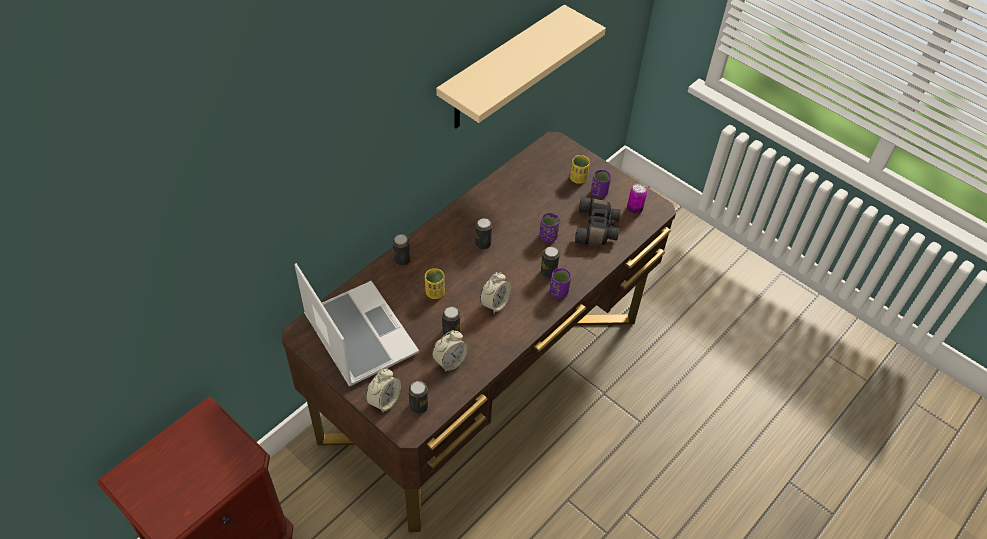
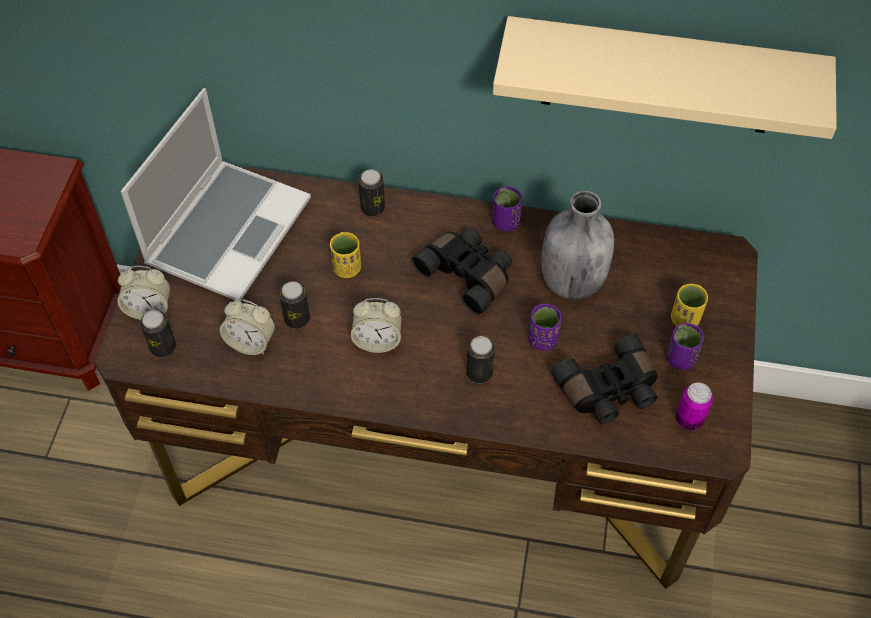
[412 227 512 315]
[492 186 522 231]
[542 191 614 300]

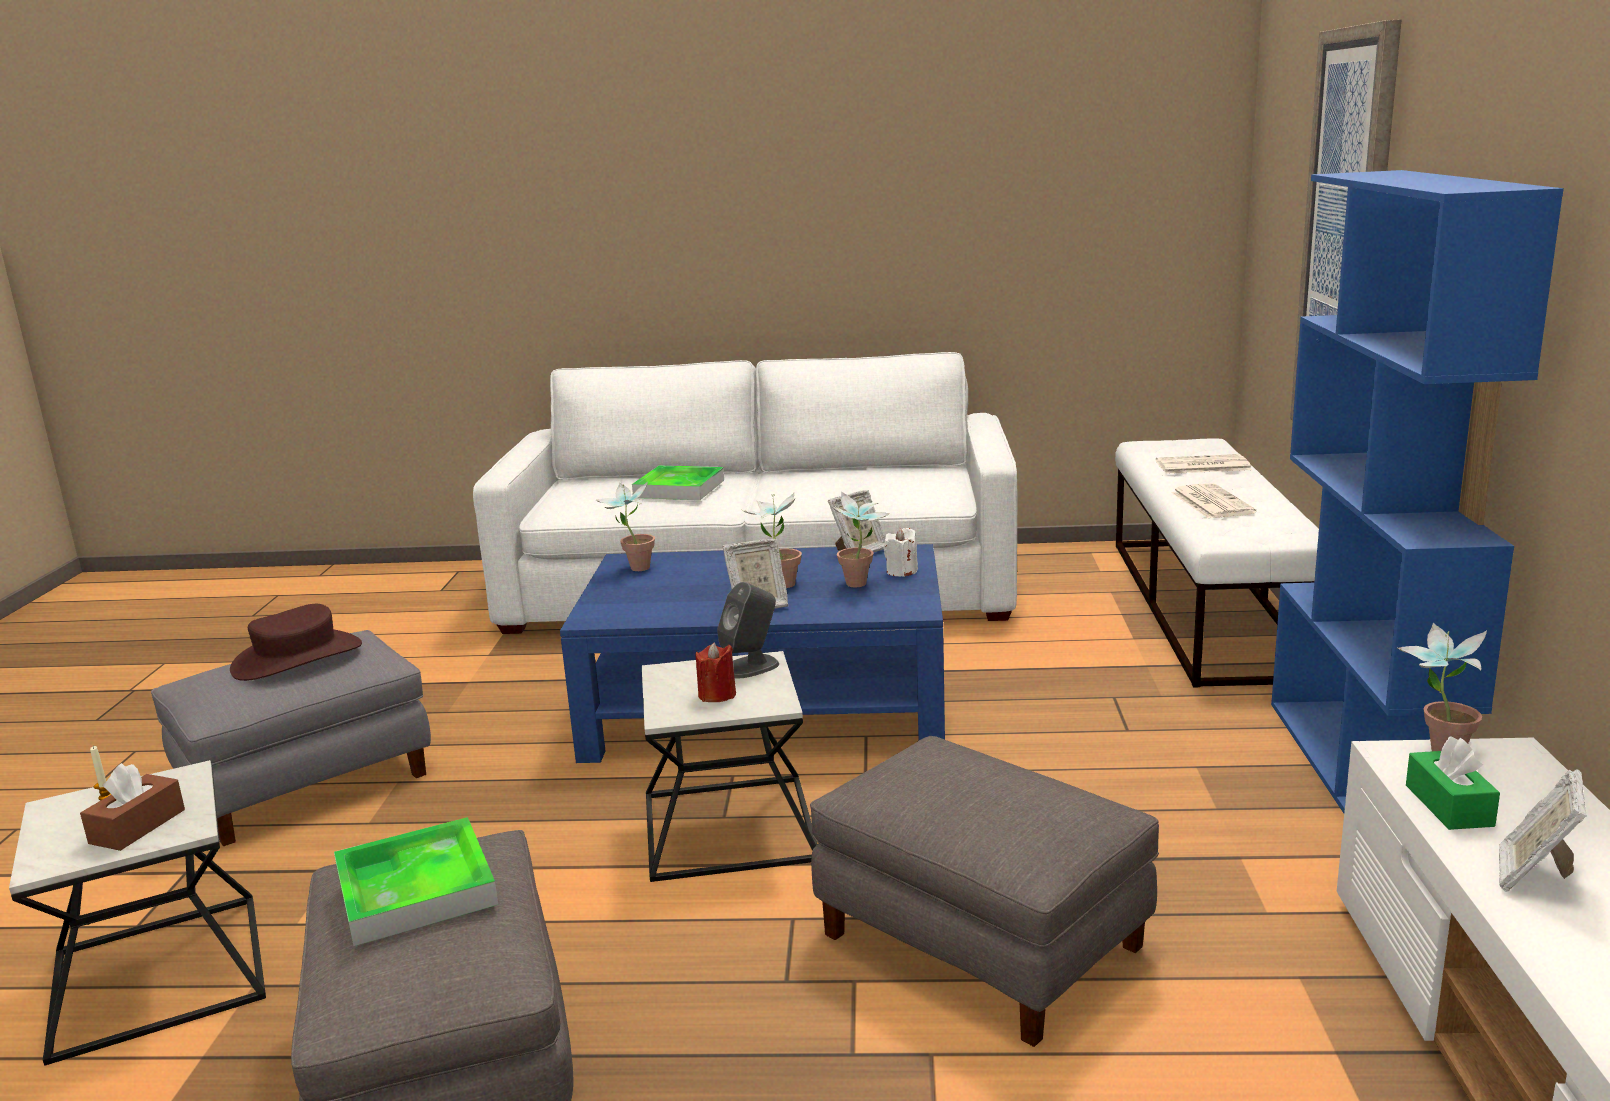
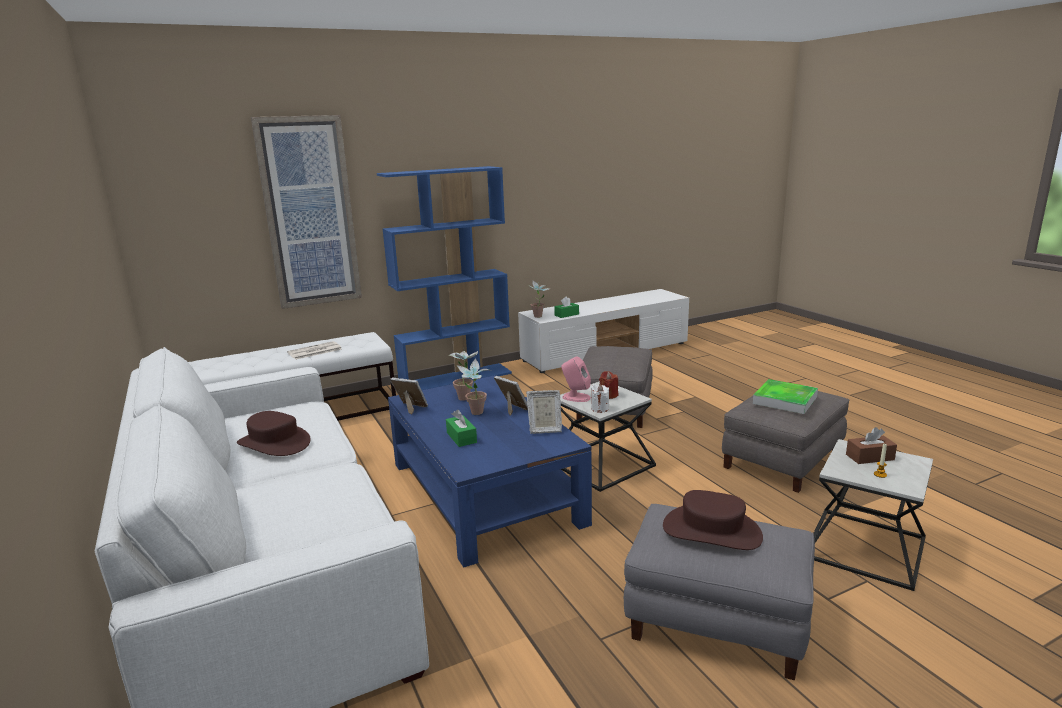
[595 481 655 571] (first image)
[632 465 724 500] (first image)
[561 356 591 402]
[591 384 609 413]
[1156 454 1252 474] (first image)
[526 390 562 434]
[237 411 311 456]
[446 409 477 447]

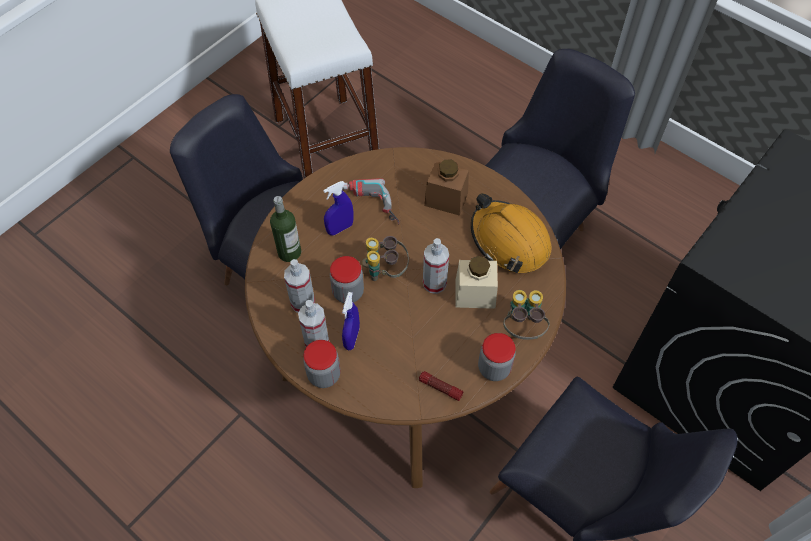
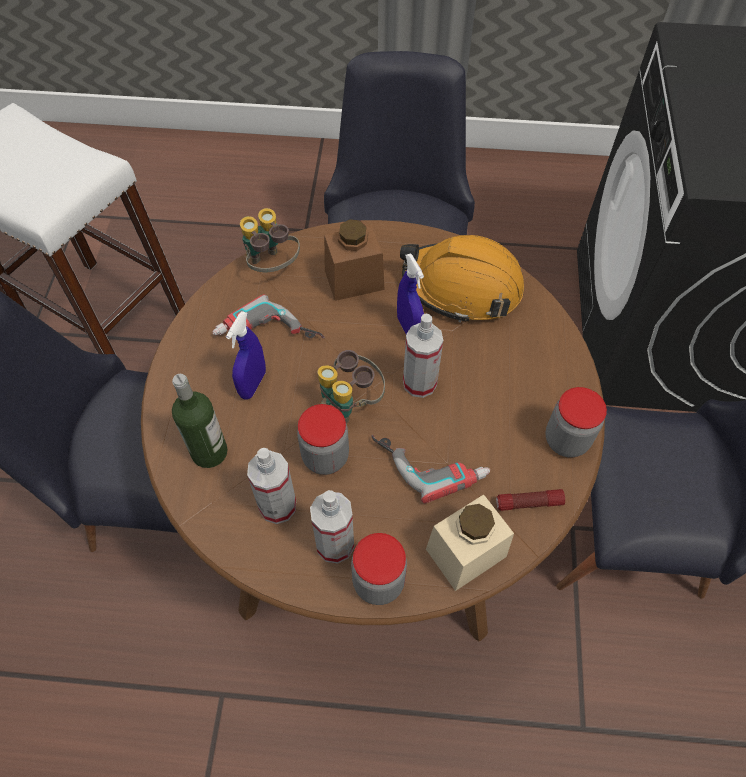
[397 253 424 334]
[426 494 514 591]
[240 208 300 272]
[371 435 490 504]

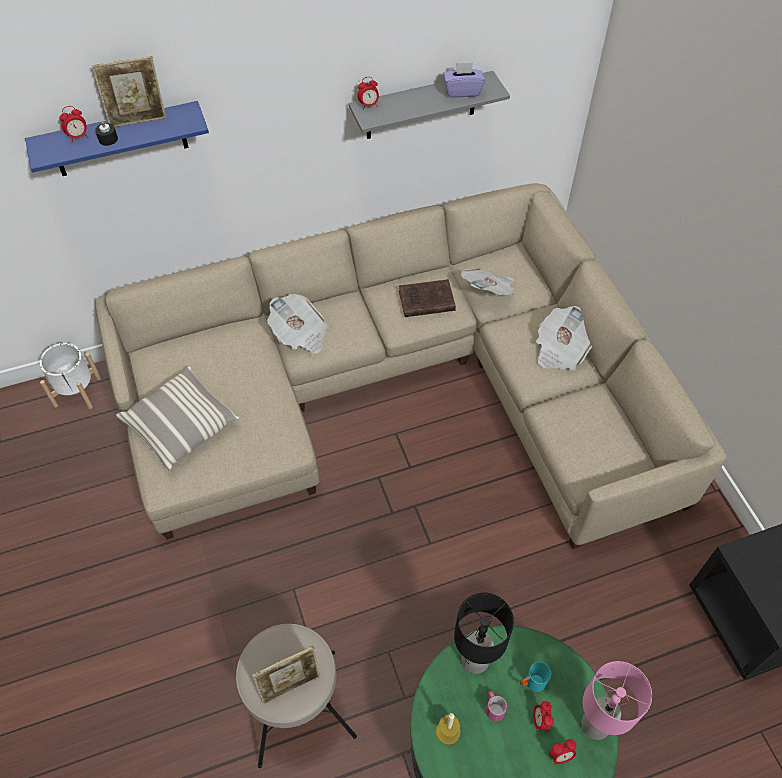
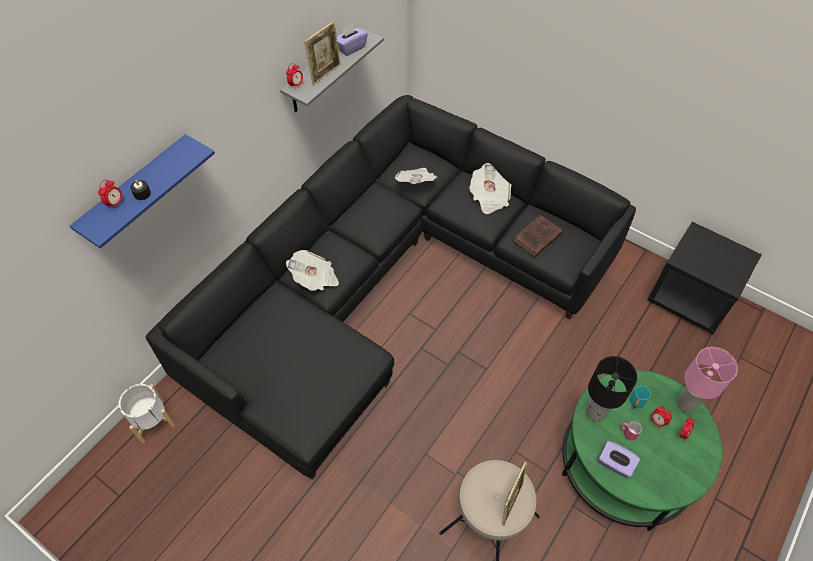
[304 21 341 85]
[146 95 636 480]
[116 366 239 471] (first image)
[514 215 563 257]
[599 441 640 478]

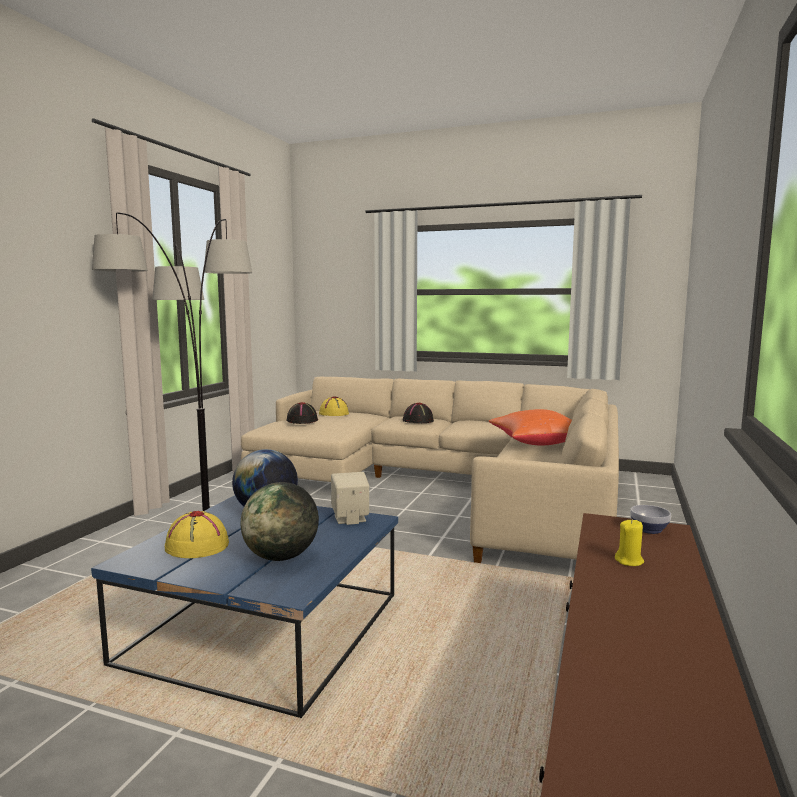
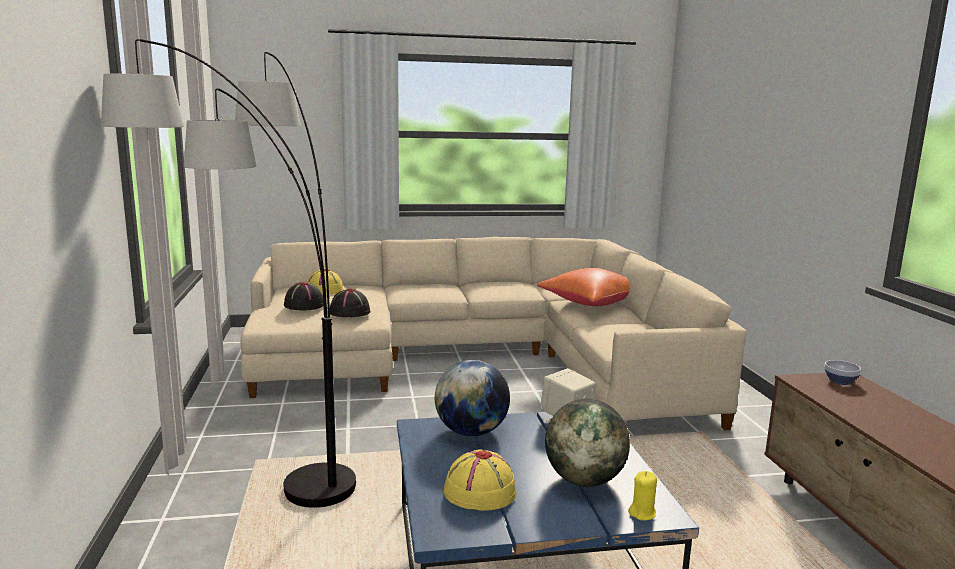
[330 289 370 317]
[628 471 657 520]

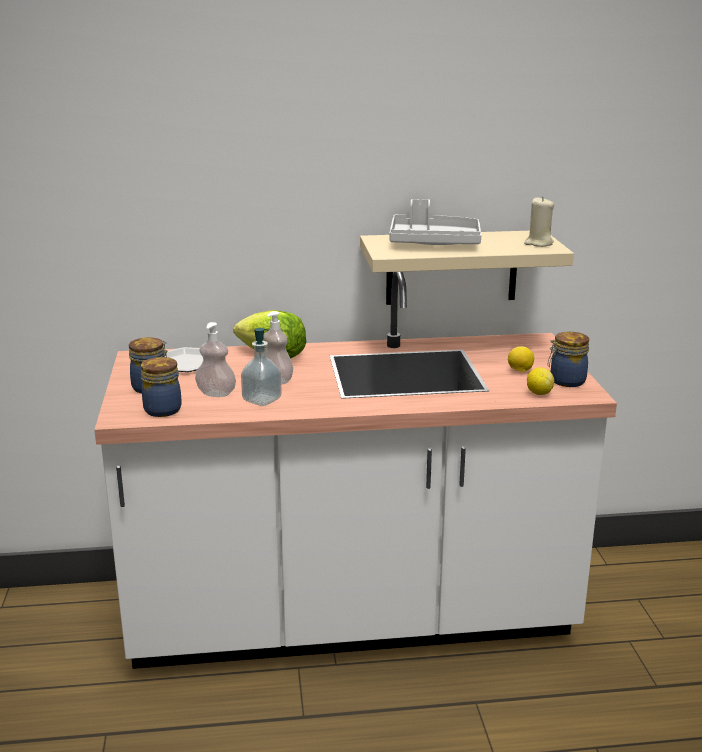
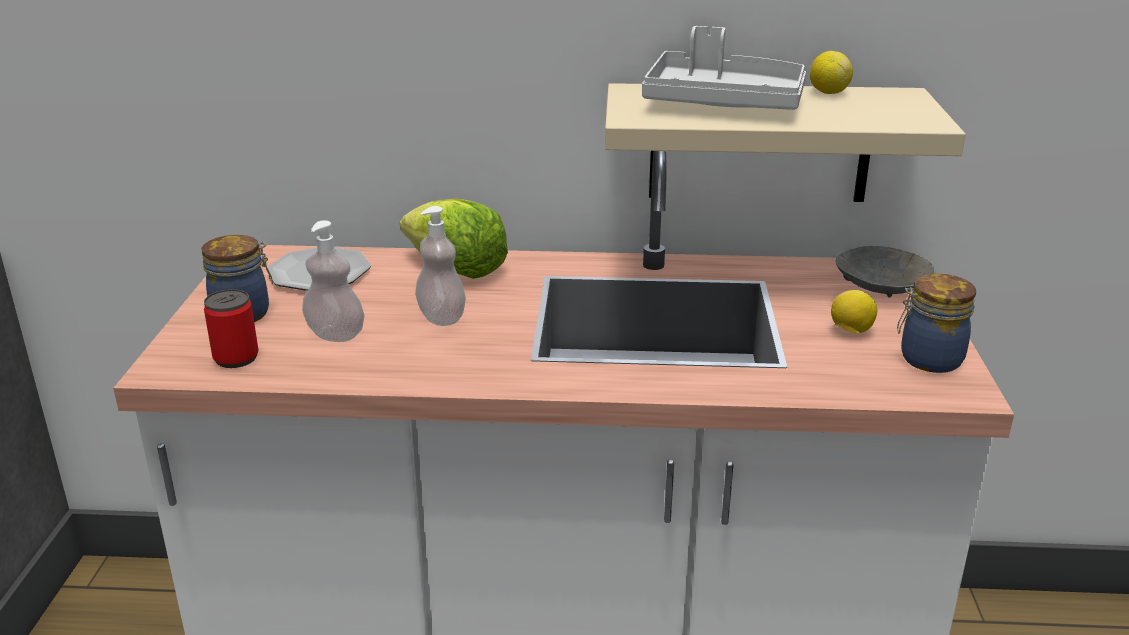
[204 289 258 368]
[241 328 282 406] (first image)
[524 196 554 247] (first image)
[810 51 853 94]
[836 246 935 298]

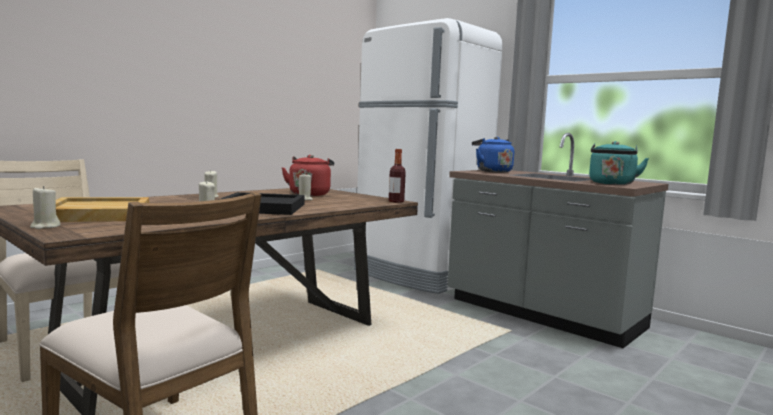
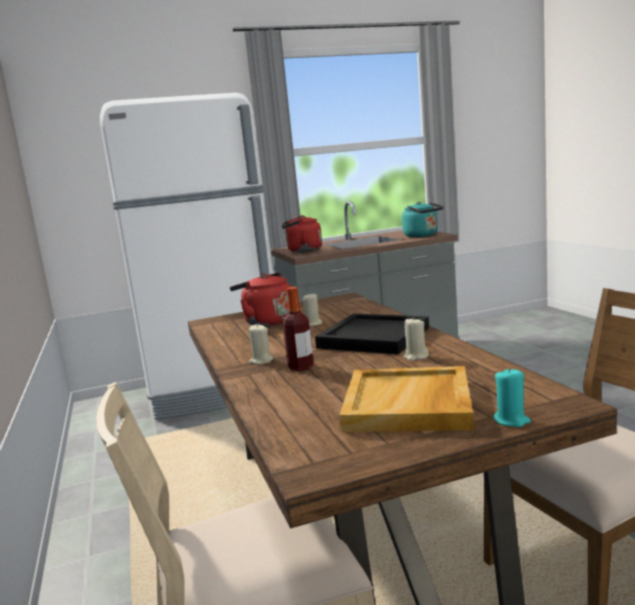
[493 368 531 427]
[283 287 314 371]
[282 215 322 252]

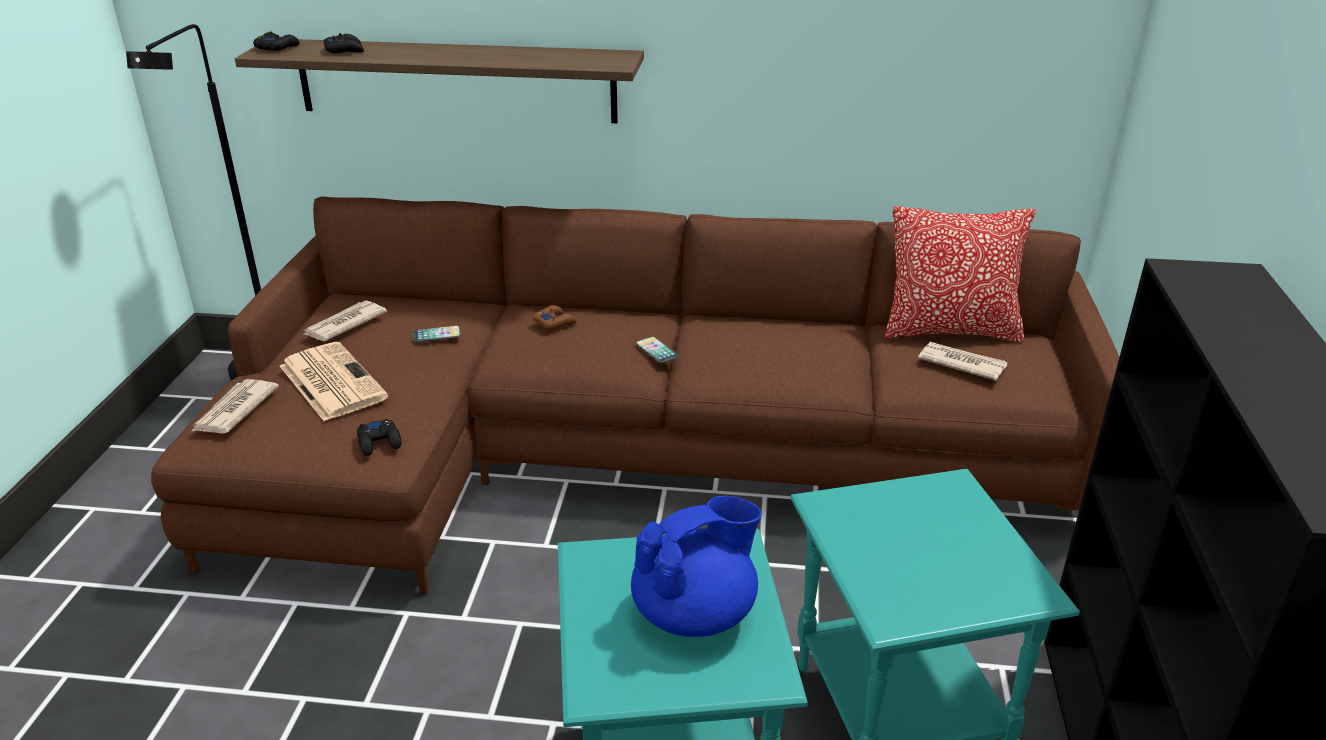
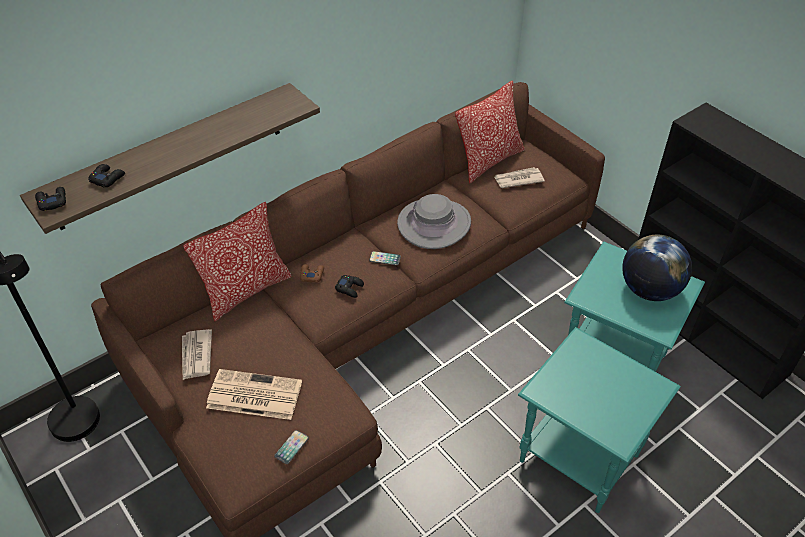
[191 379 279 434] (first image)
[335 275 364 298]
[274 430 309 464]
[631 496 762 637] (first image)
[183 202 291 322]
[397 194 471 249]
[622 235 692 301]

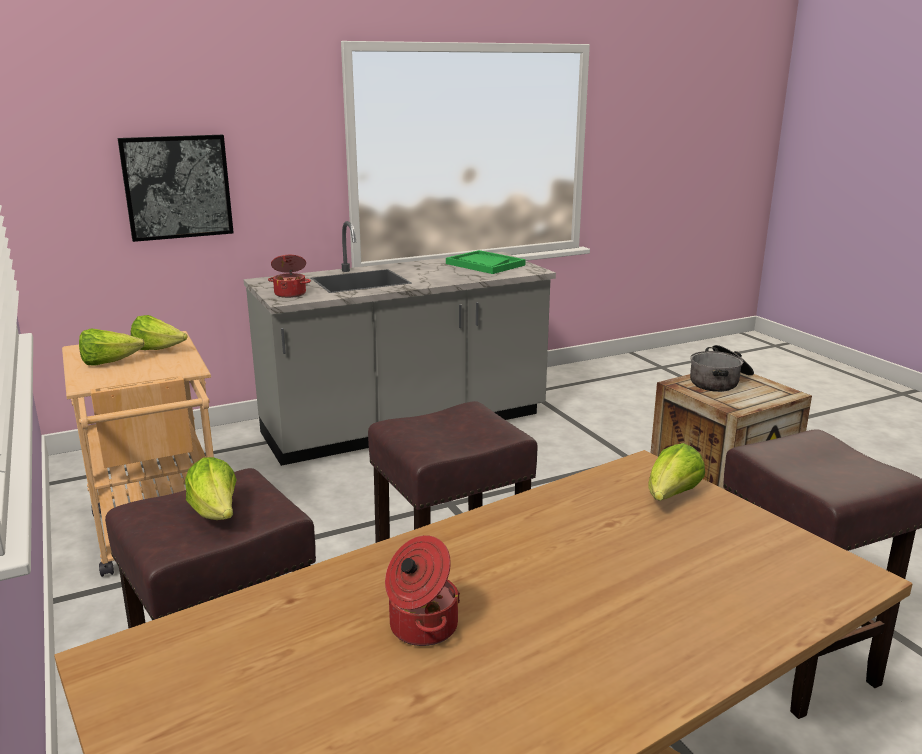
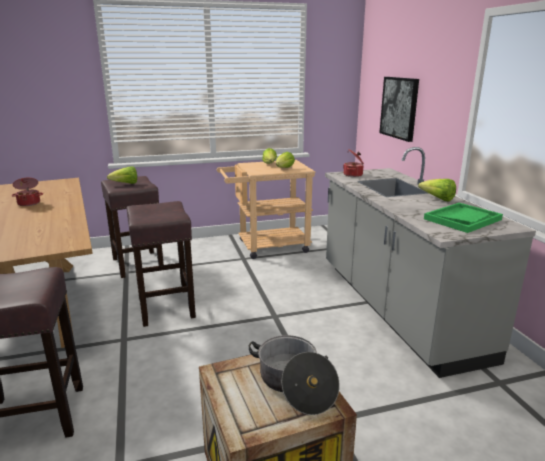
[418 179 456 202]

